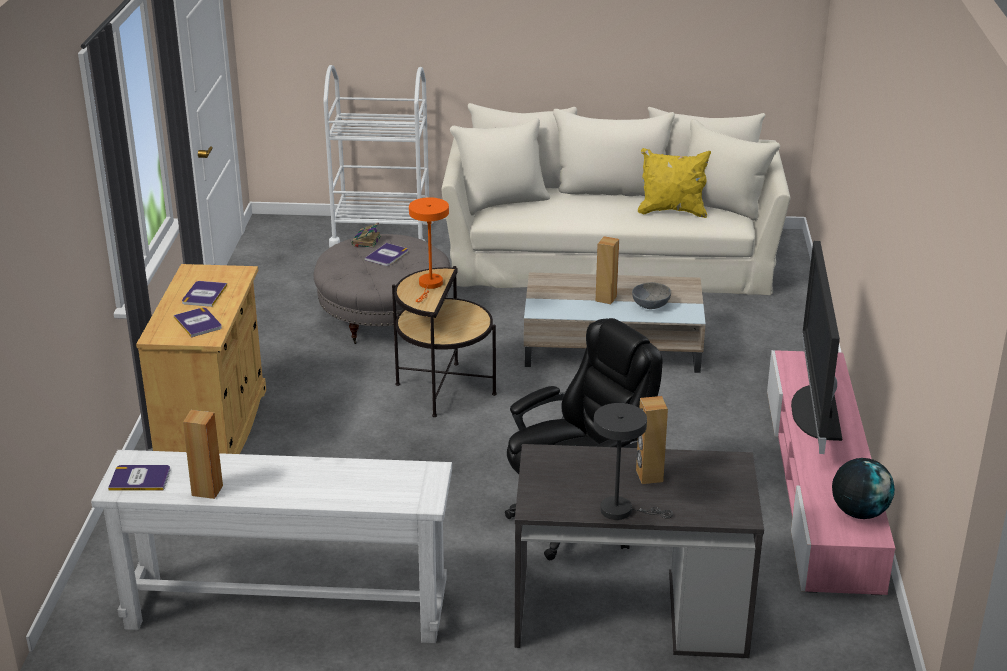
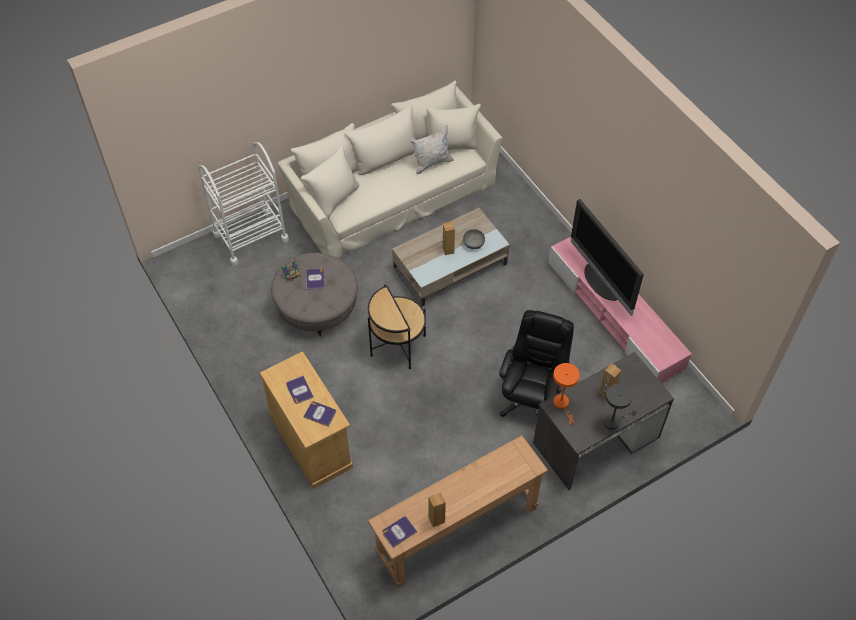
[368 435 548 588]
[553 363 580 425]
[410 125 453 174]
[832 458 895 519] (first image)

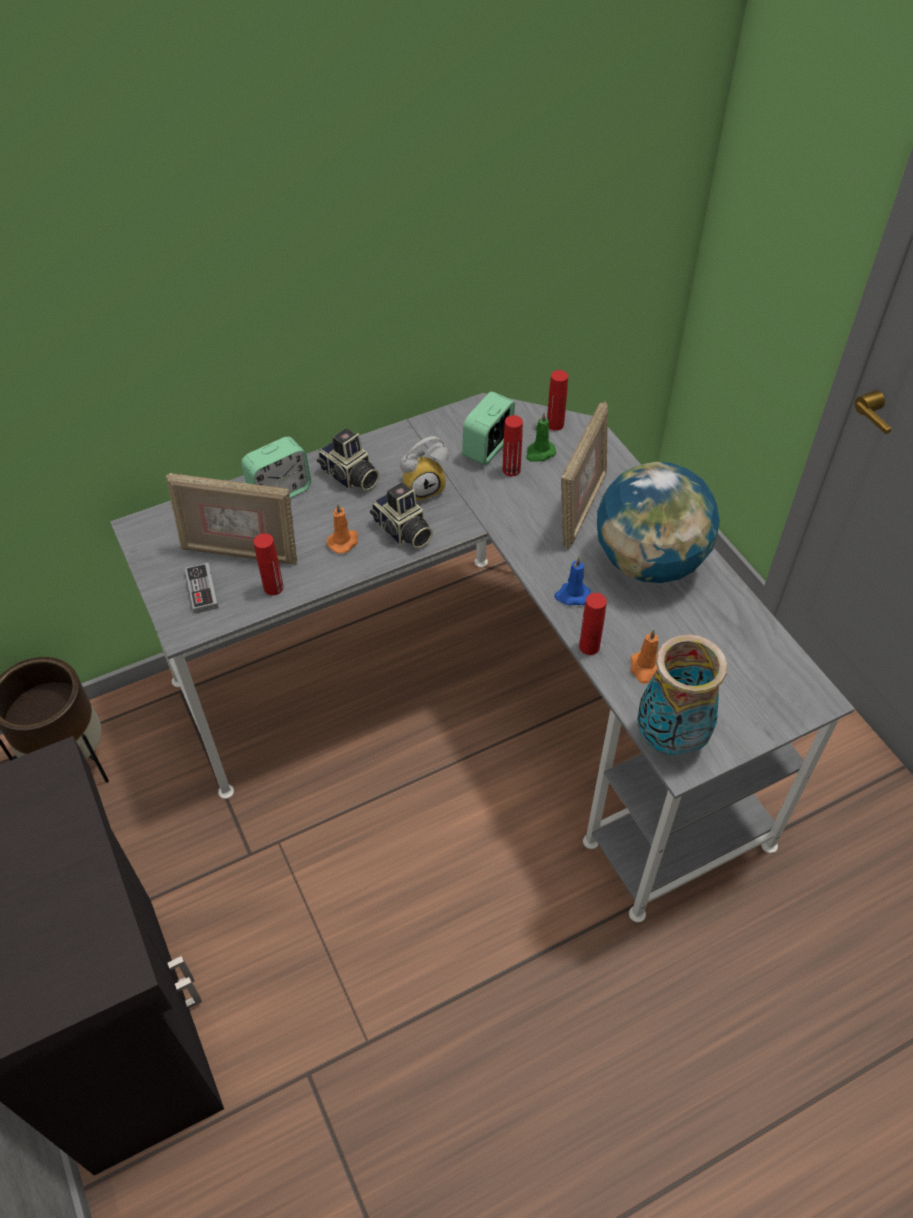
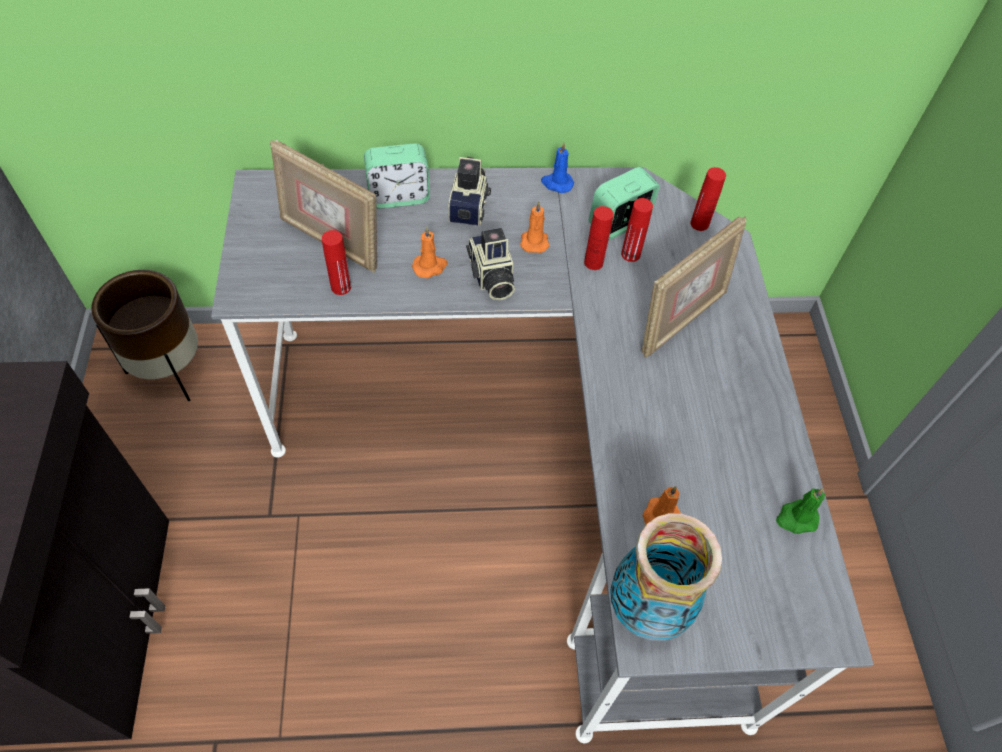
[185 562 219 614] (first image)
[448 157 491 226]
[520 202 549 253]
[776 488 825 534]
[541 142 574 193]
[584 206 614 270]
[597 462 720 583] (first image)

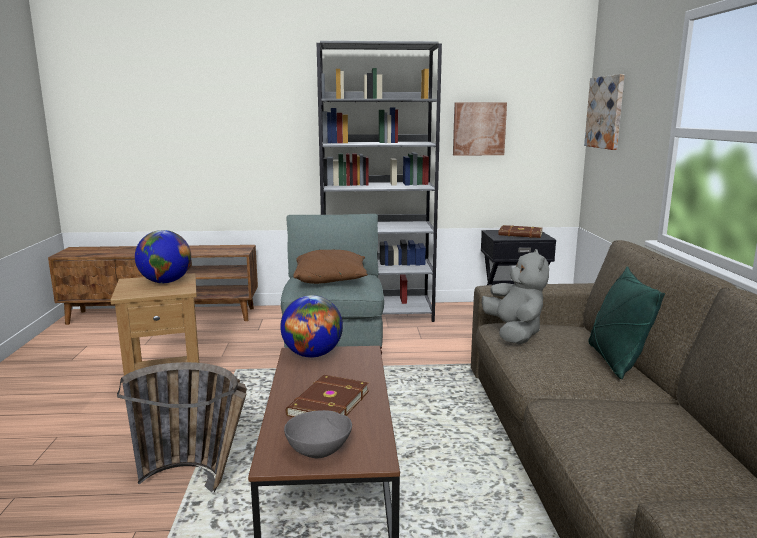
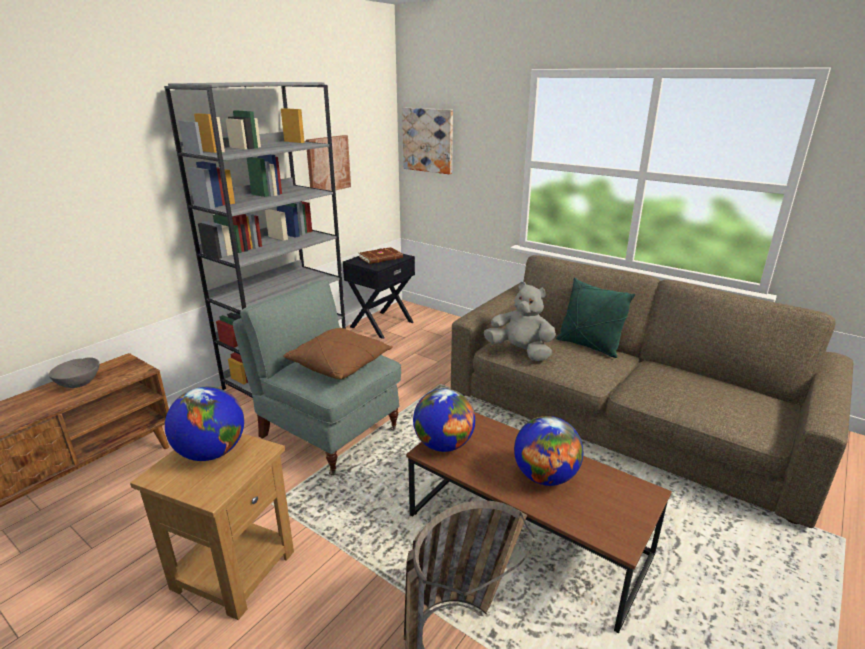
[49 357 100 388]
[514 416 583 486]

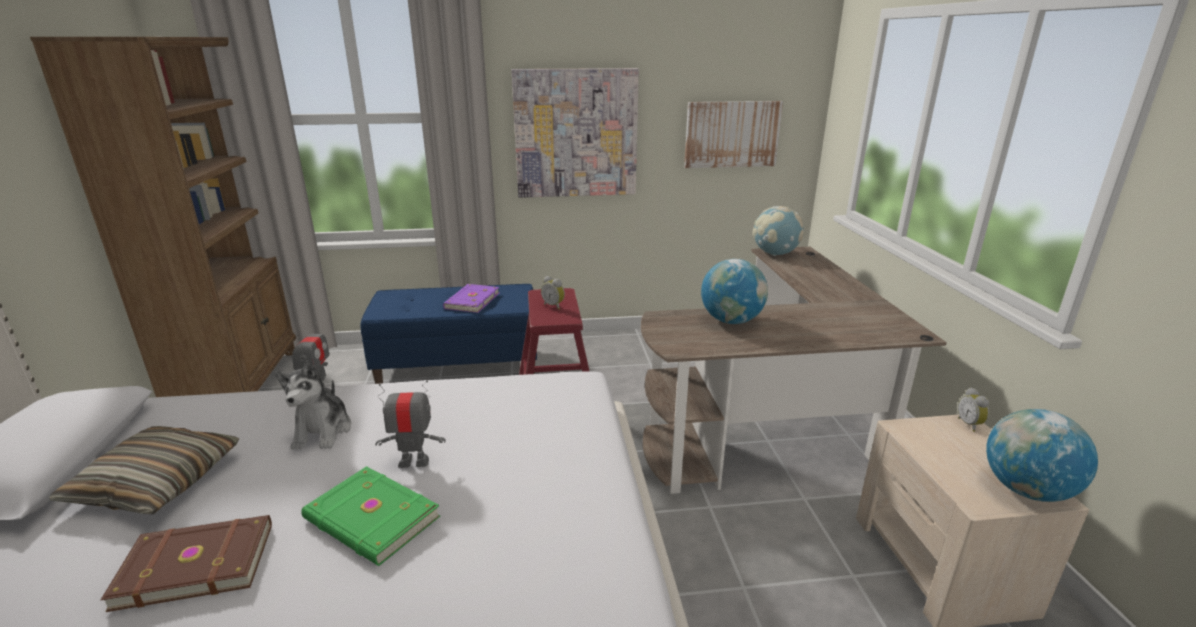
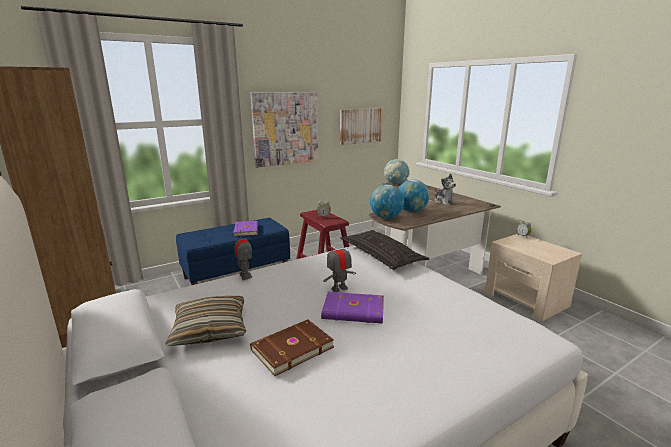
[435 174 457 205]
[321 292 384 324]
[370 185 404 219]
[340 230 429 270]

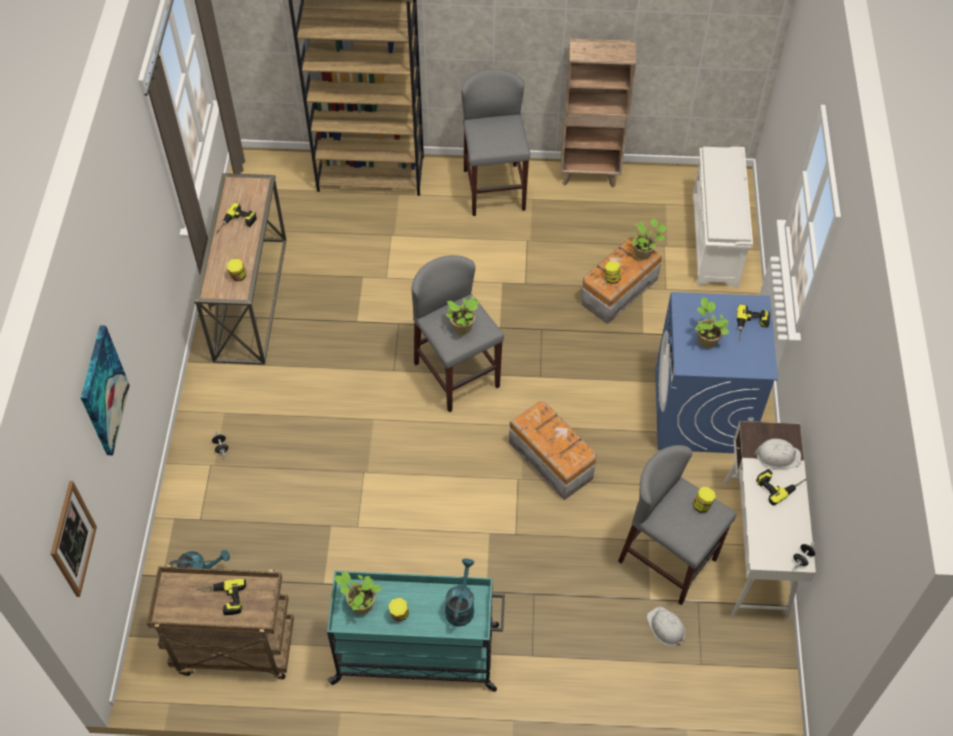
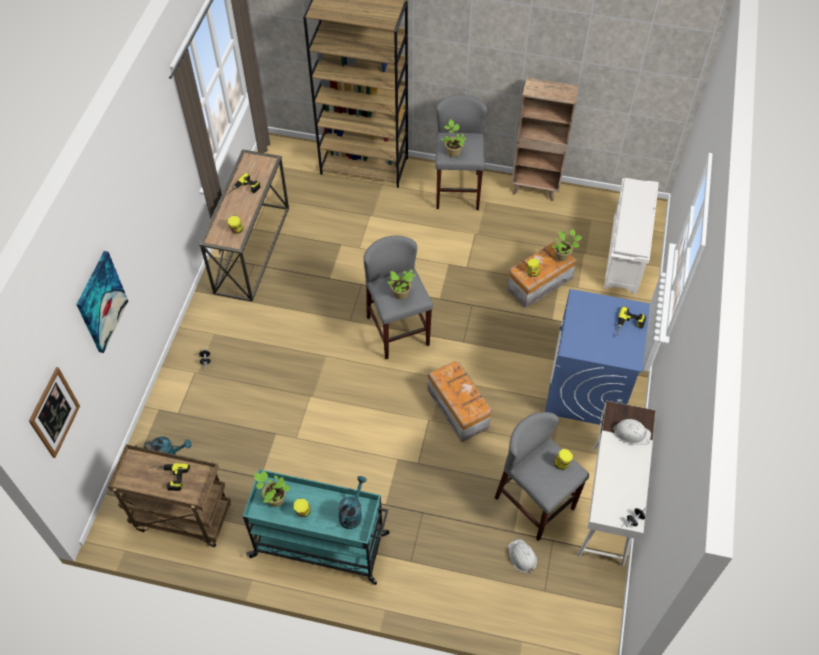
[441 119 466 157]
[756 469 806 505] (first image)

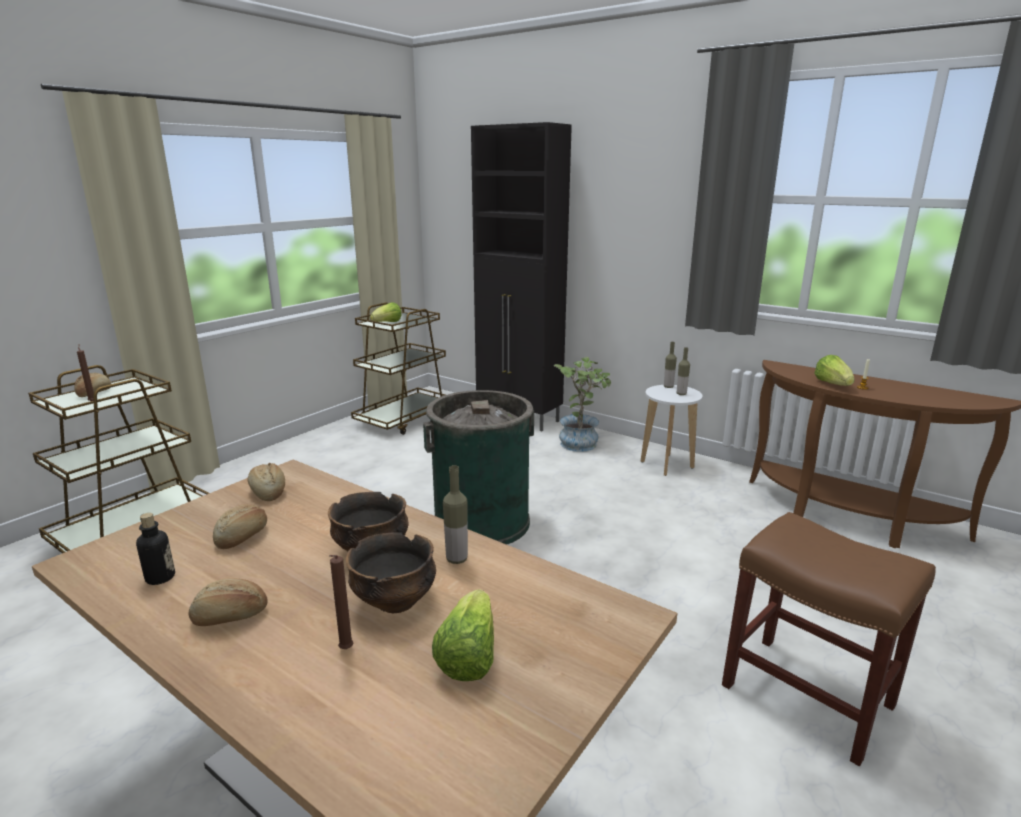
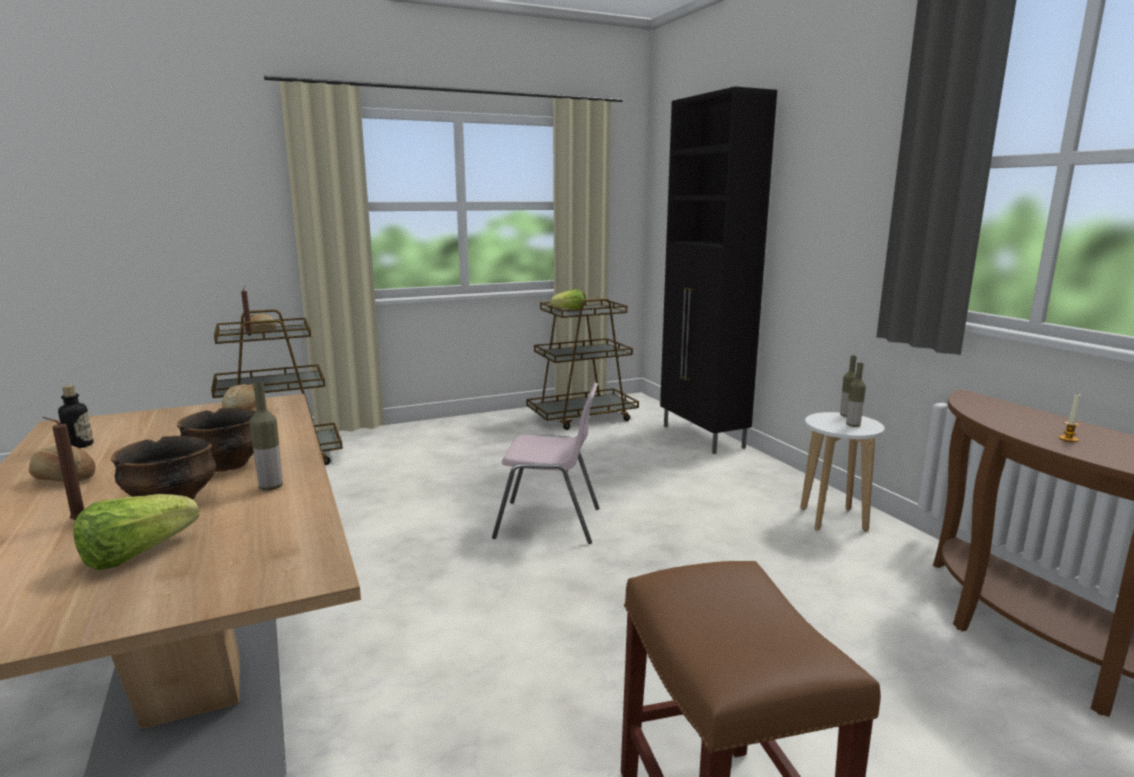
[213 504 267 549] (first image)
[492 383 599 544]
[553 357 611 452] (first image)
[814 355 855 386] (first image)

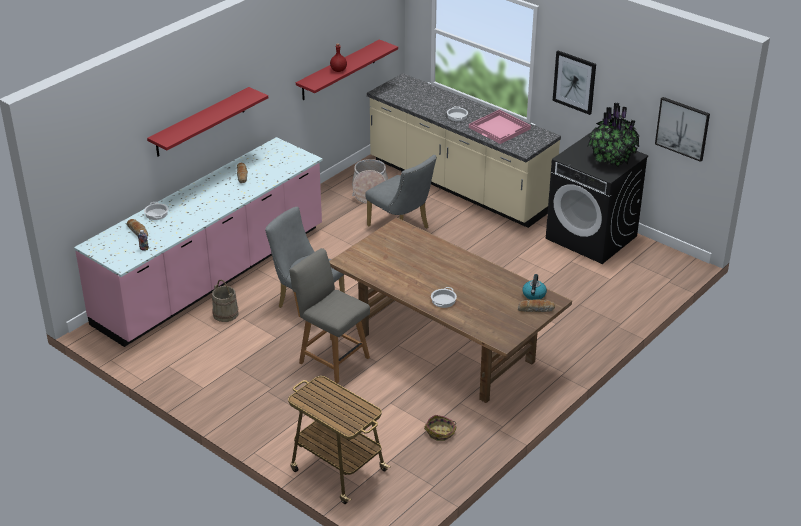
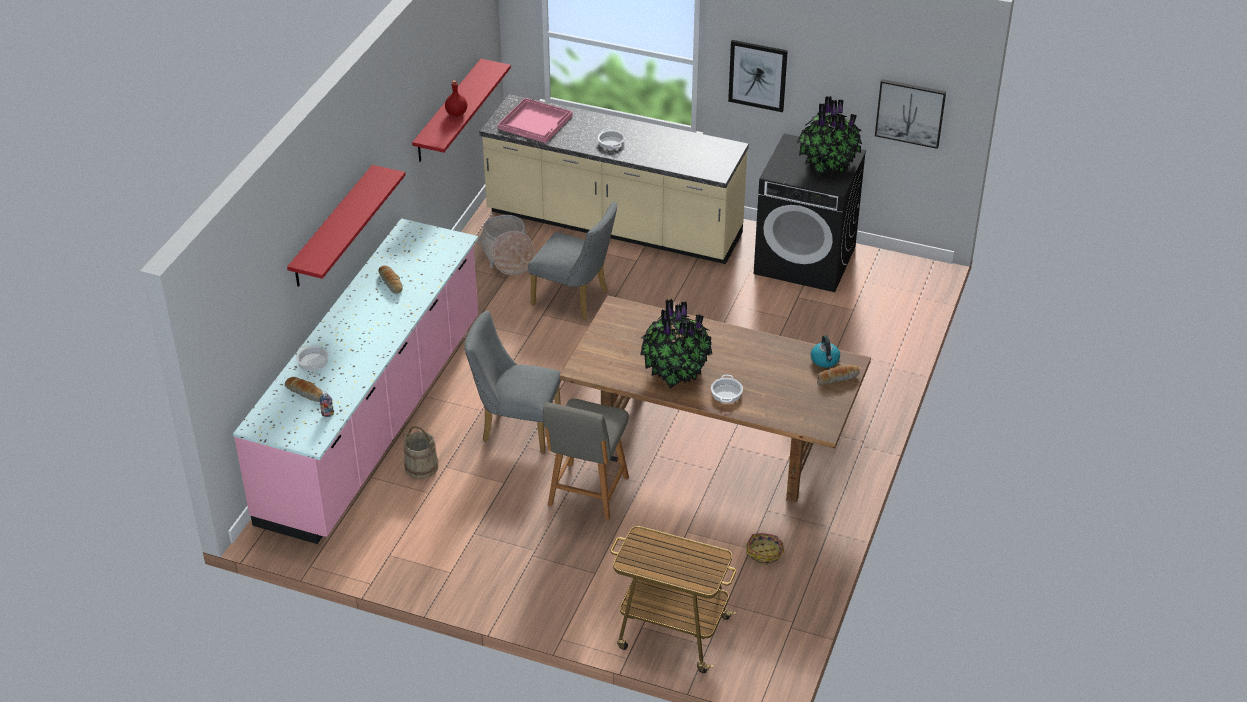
[543 399 629 520]
[498 98 573 143]
[640 299 712 388]

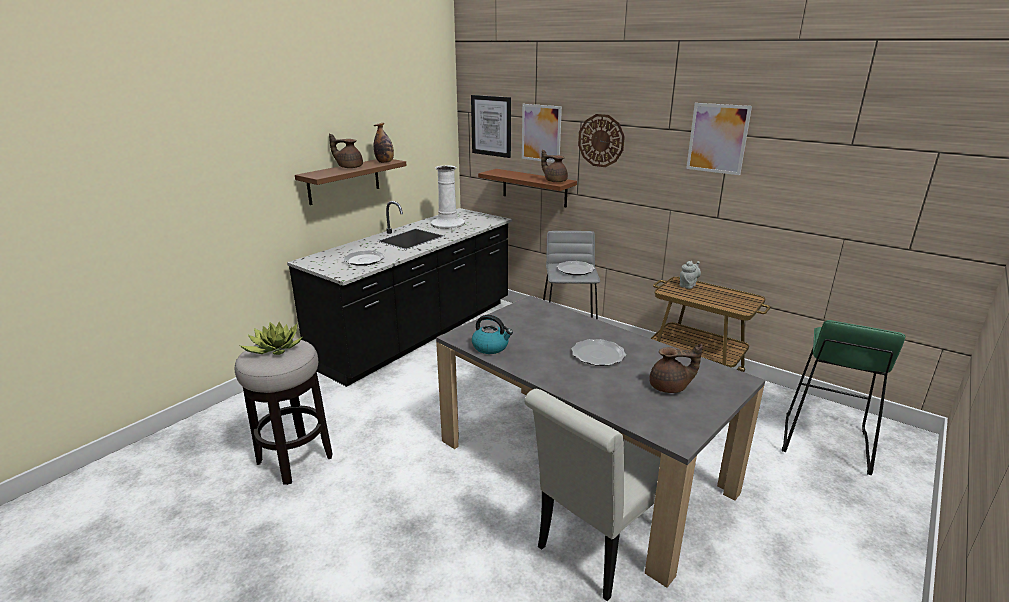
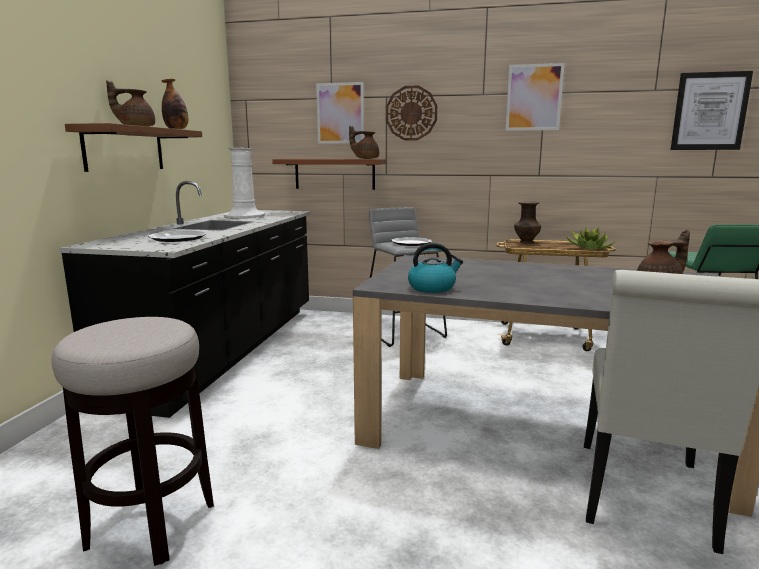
[565 226 615 249]
[671 71 753 150]
[572 339 626 366] (first image)
[514 202 541 244]

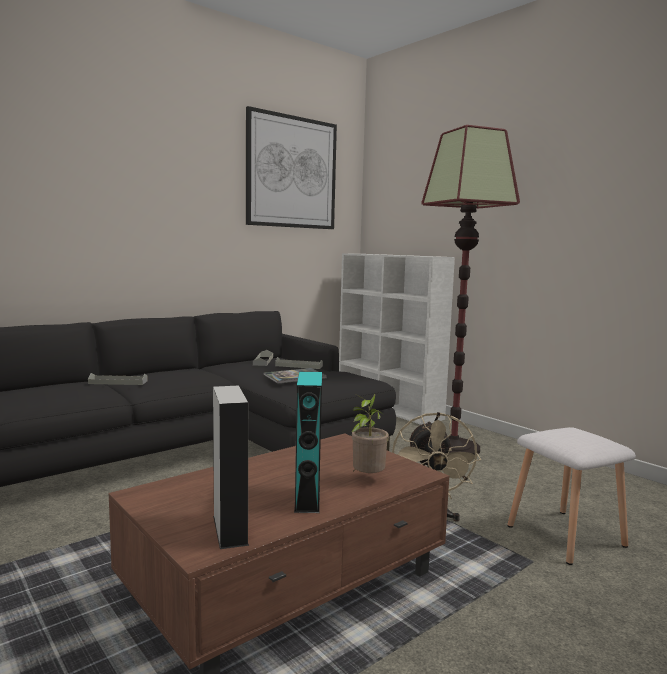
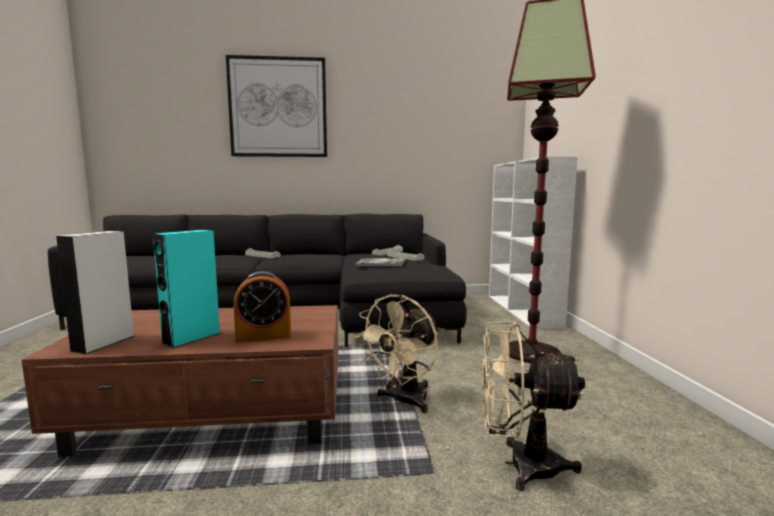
[226 55 327 157]
[234 271 291 342]
[482 322 585 491]

